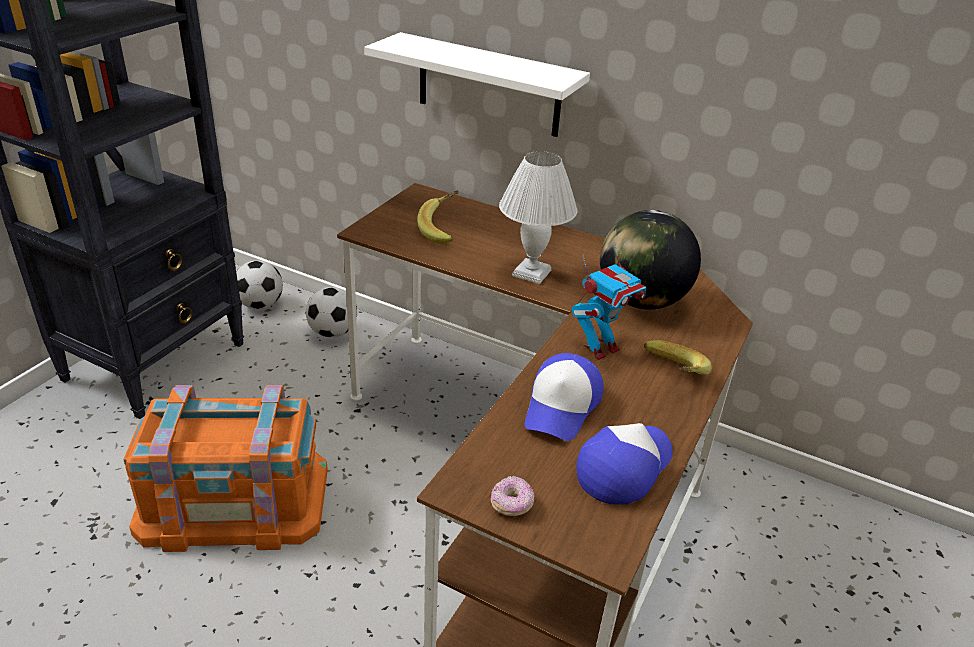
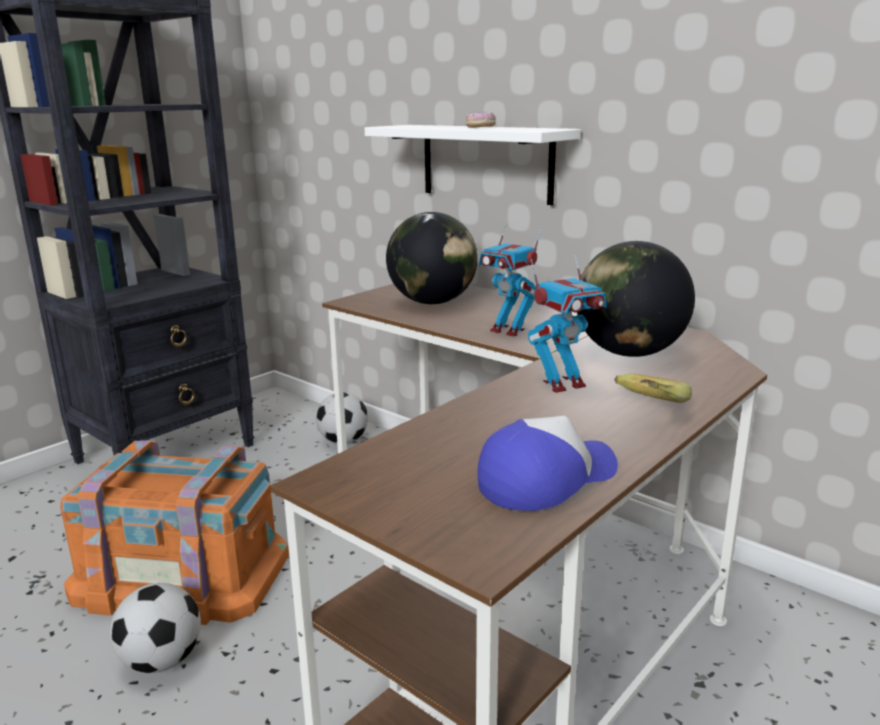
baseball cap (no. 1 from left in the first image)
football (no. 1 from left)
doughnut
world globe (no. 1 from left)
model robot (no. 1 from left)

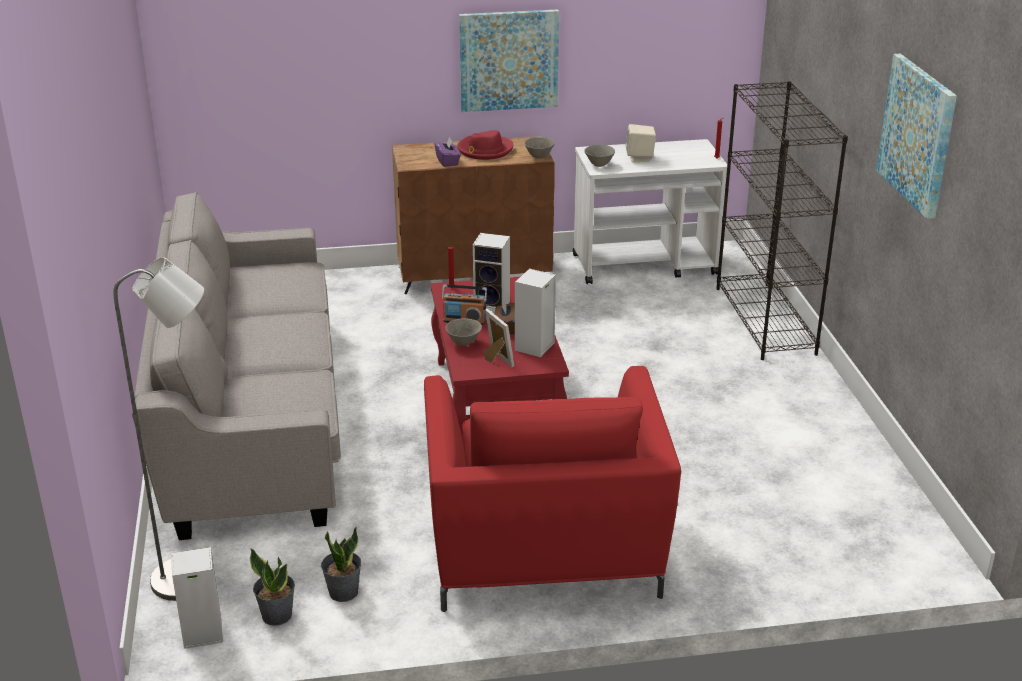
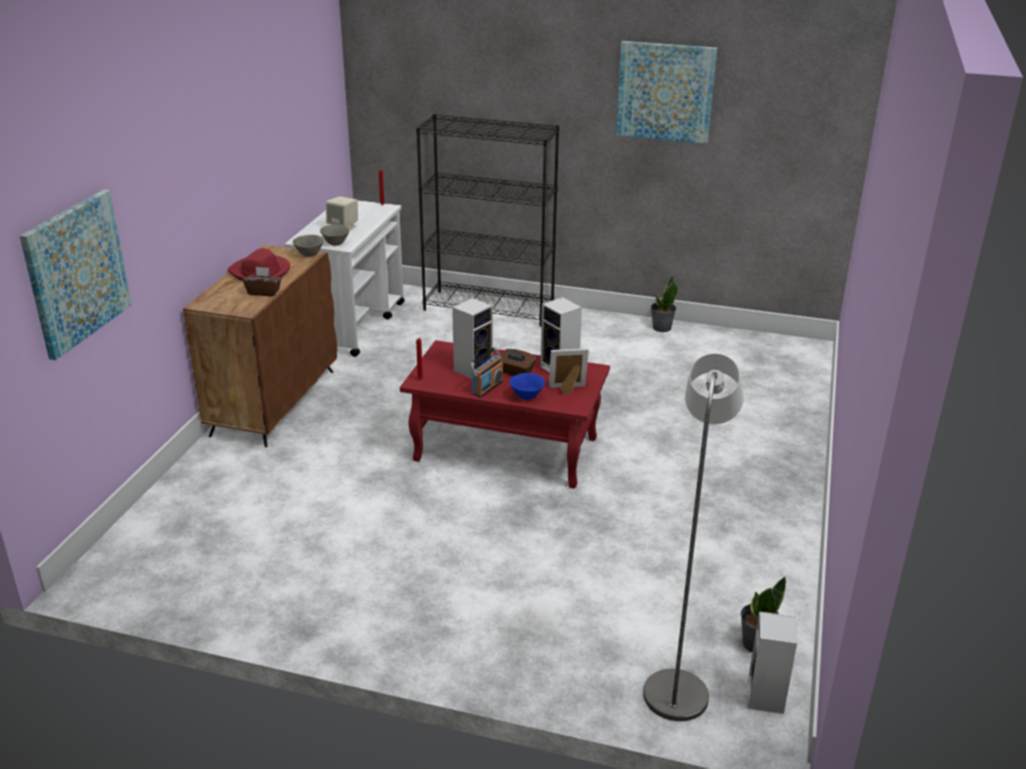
greyish settee
reddish easy chair
houseplant (no. 1 from left)
wall picture (no. 1 from left)
brown-coloured tissue holder (no. 1 from left)
blue-coloured bowl

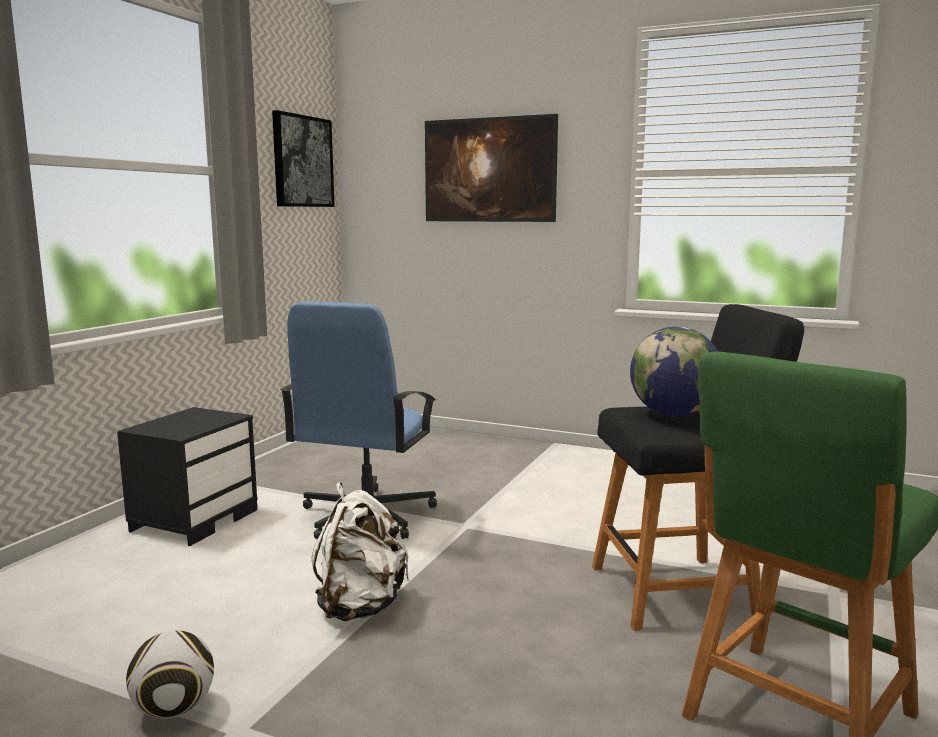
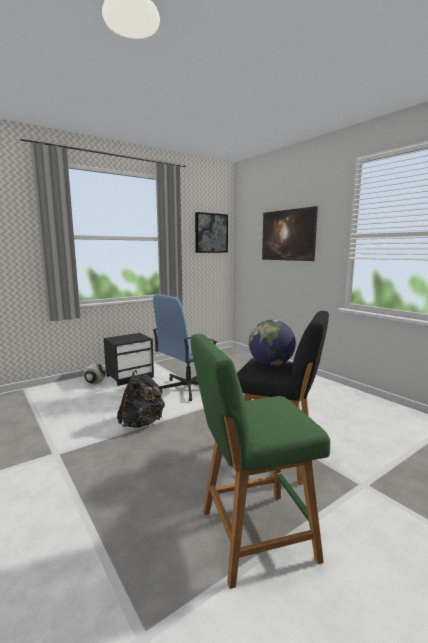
football
black knapsack

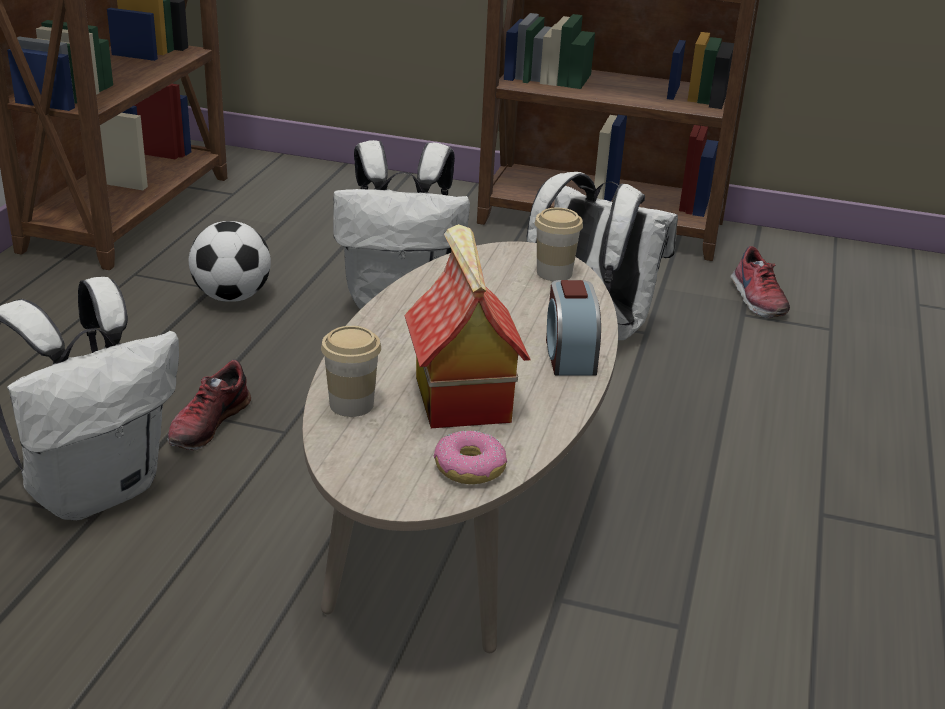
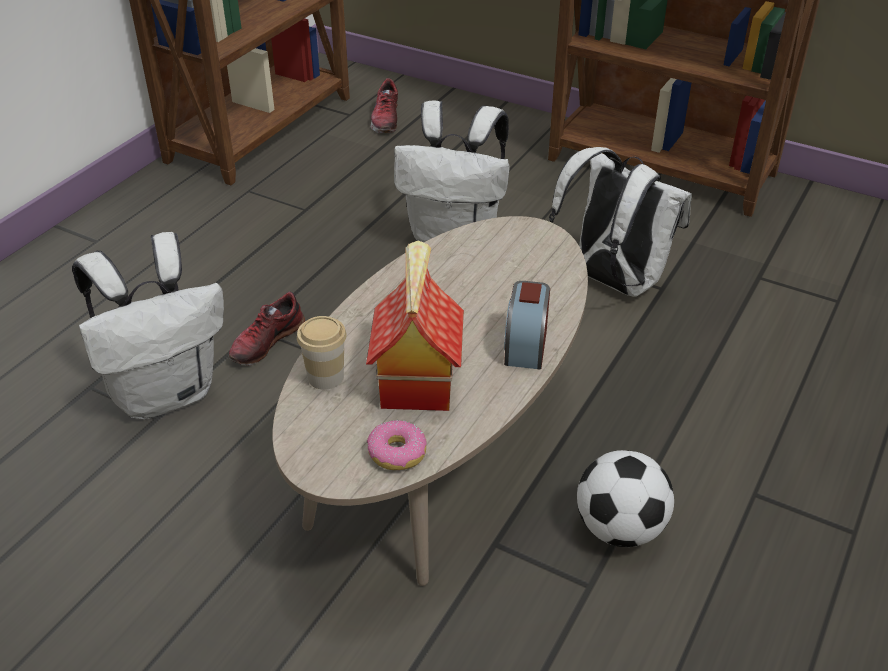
drinking cup (no. 2 from left in the first image)
football
shoe (no. 2 from left)

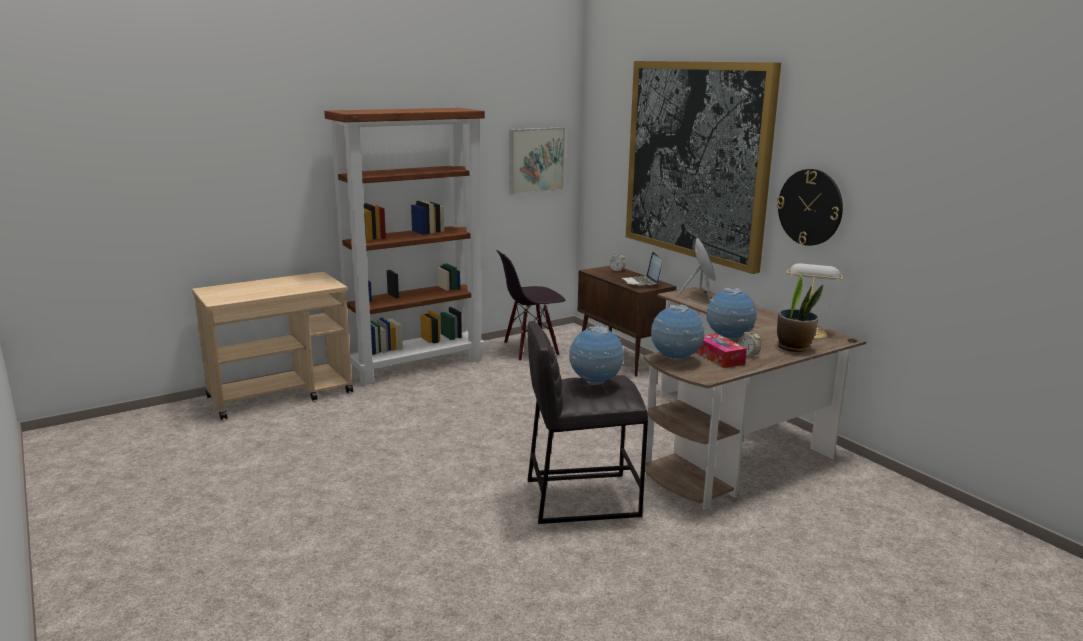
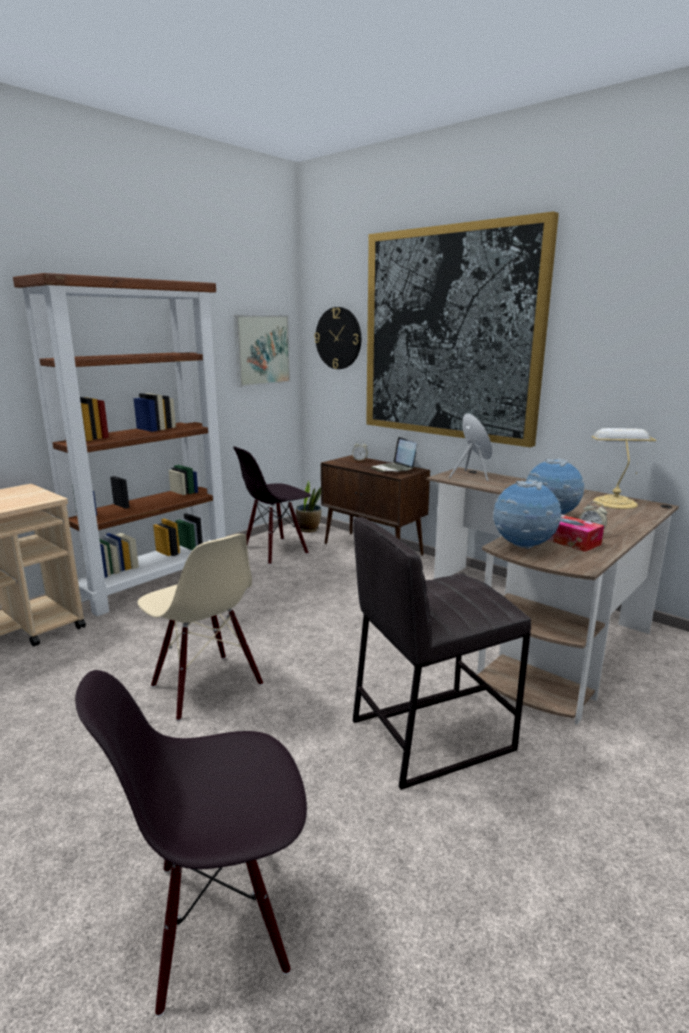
world globe (no. 1 from left in the first image)
black upright chair (no. 1 from left)
sand-coloured upright chair
clock on the wall
houseplant

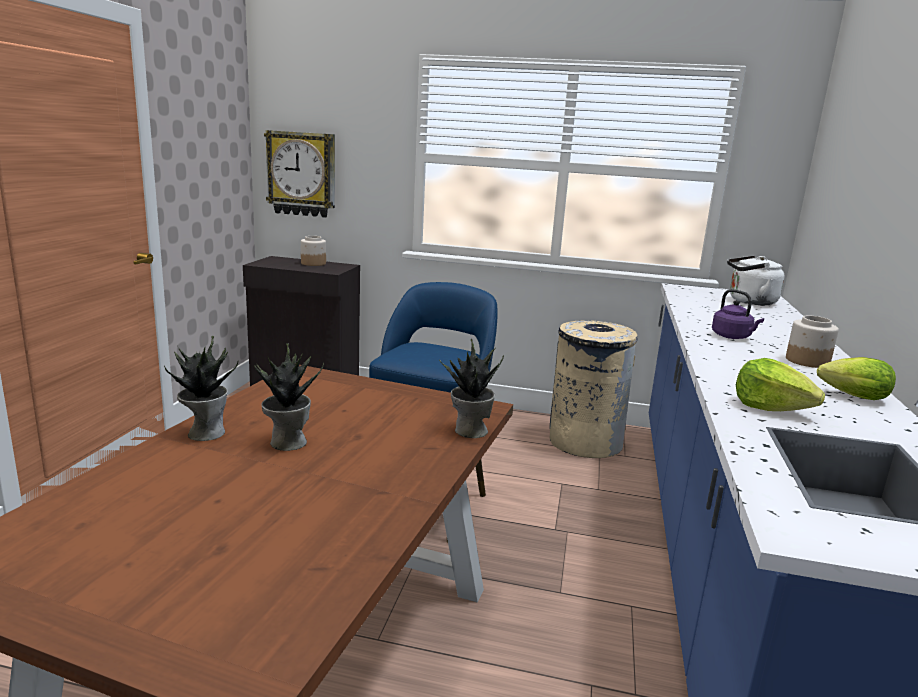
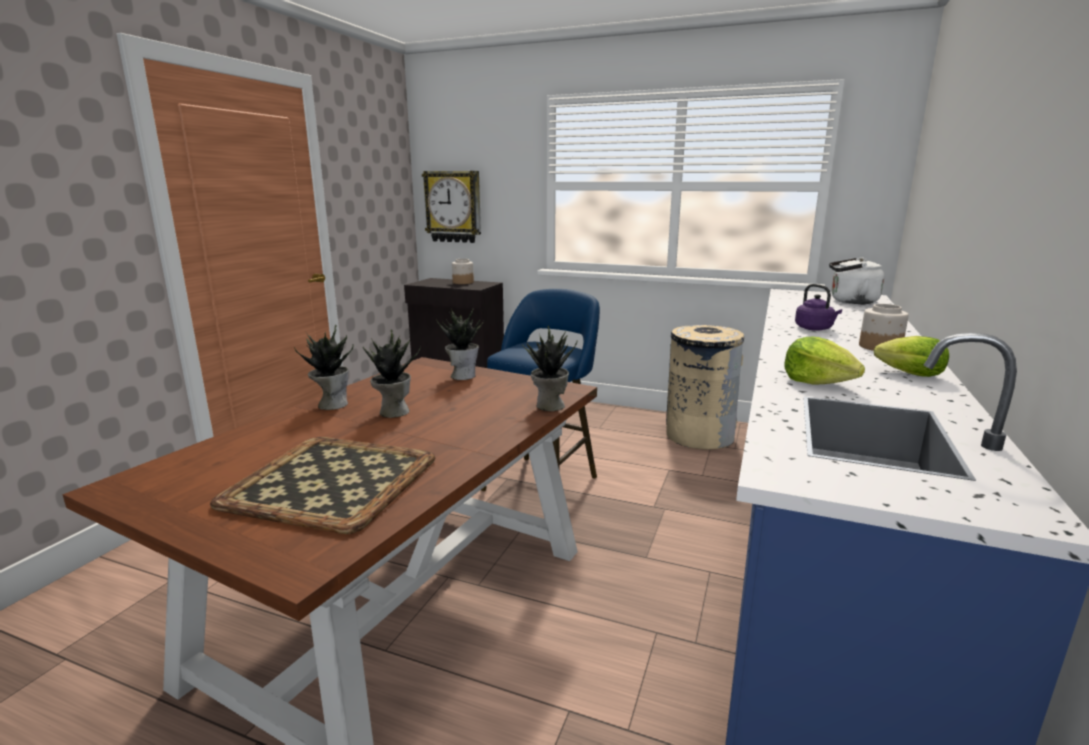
tray
houseplant (no. 3 from left)

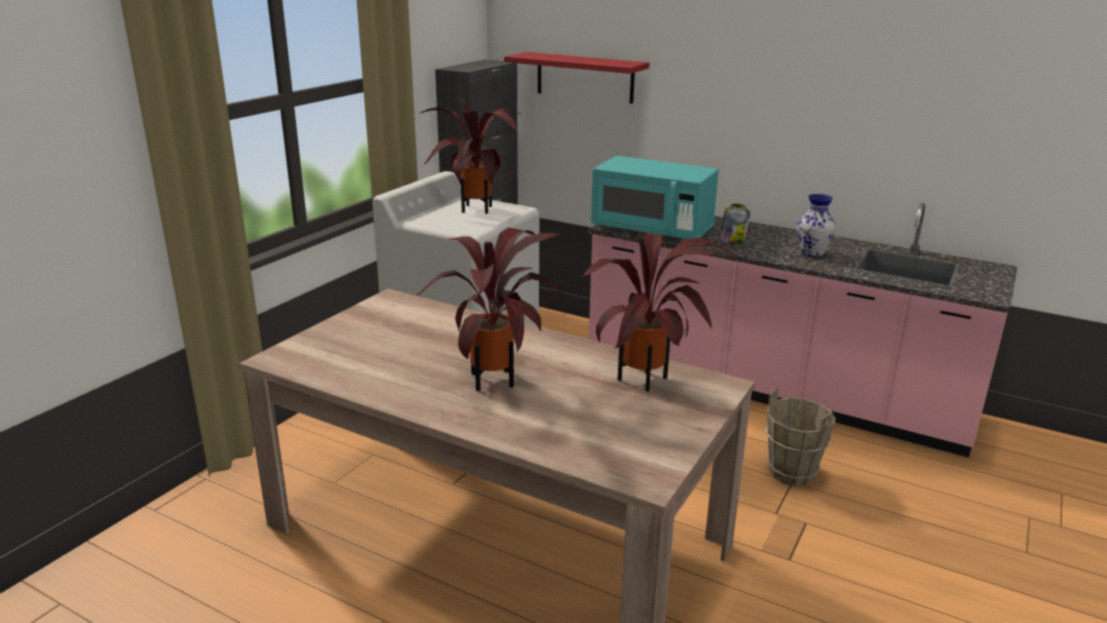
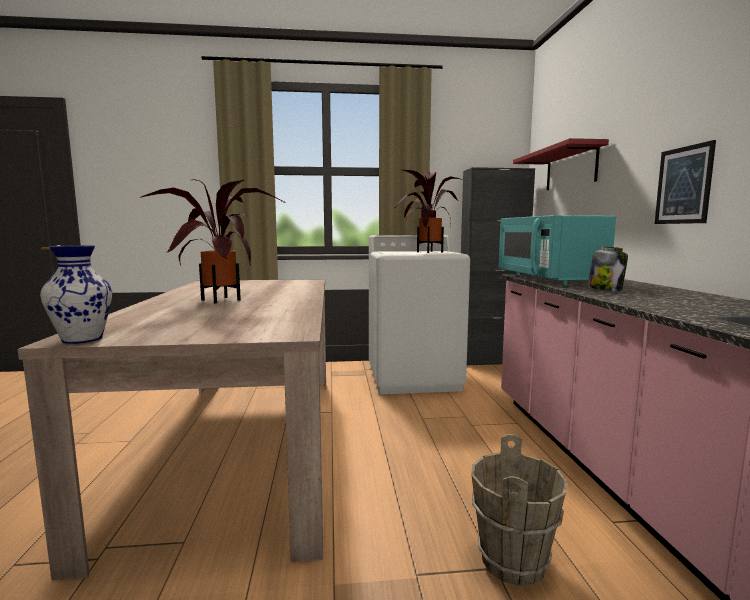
houseplant (no. 3 from left in the first image)
wall picture
flower vase

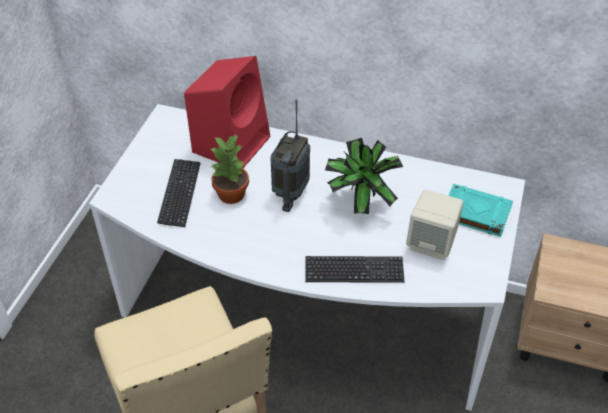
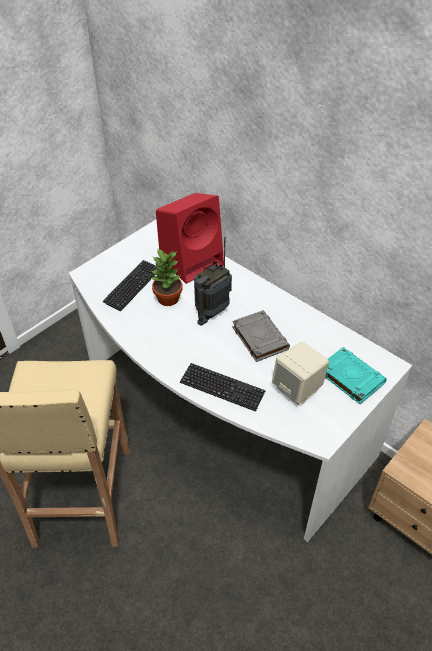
greyish book

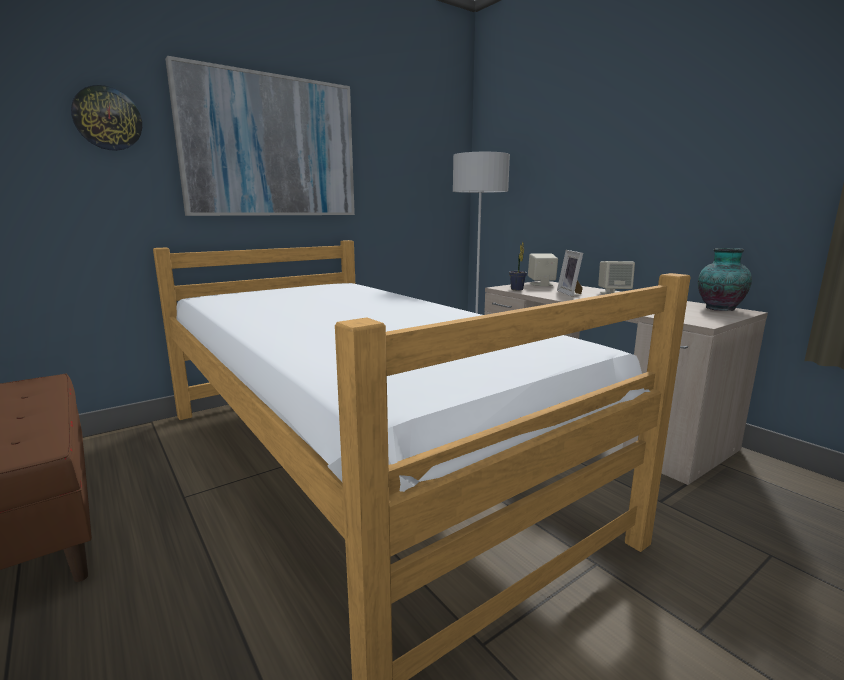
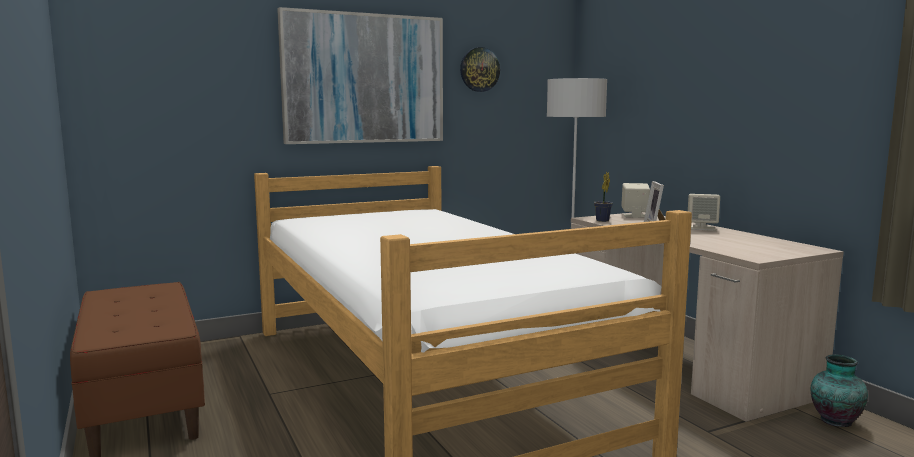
clock on the wall
flower vase

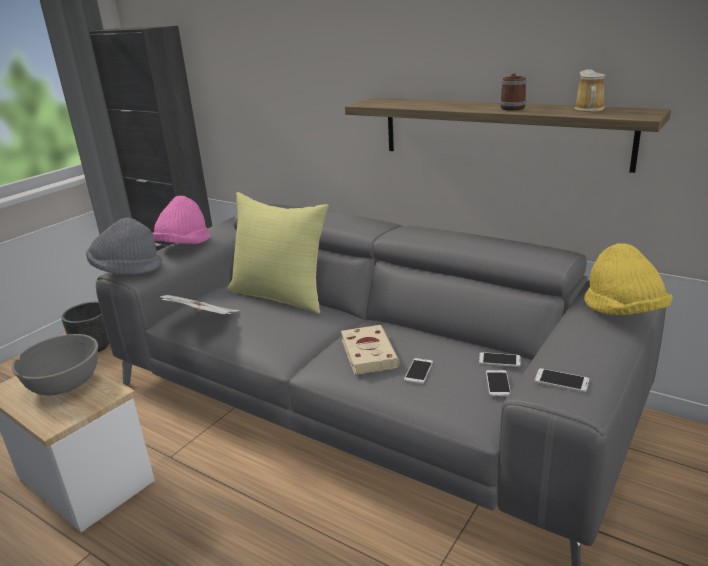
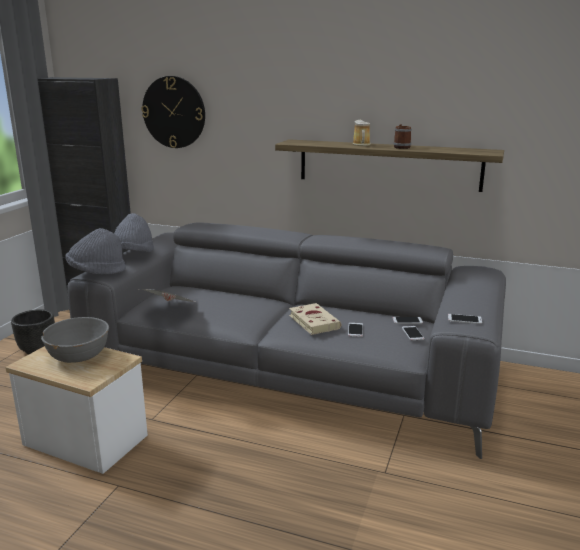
yellow throw pillow
yellow hat
clock on the wall
coffee mug (no. 1 from left)
greyish hat (no. 2 from left)

